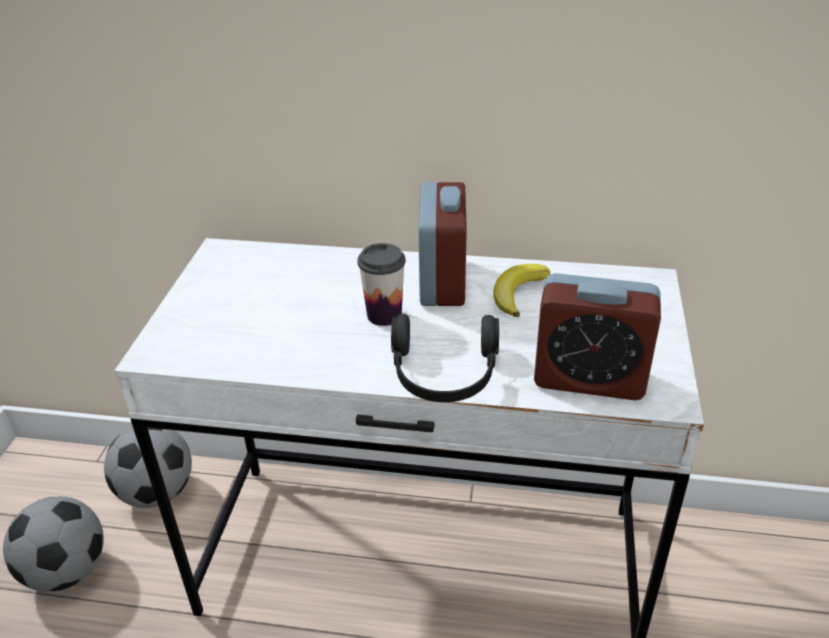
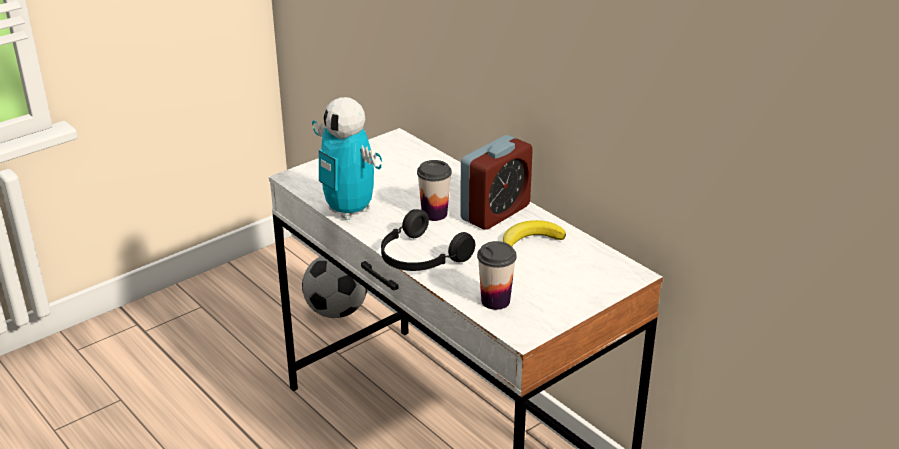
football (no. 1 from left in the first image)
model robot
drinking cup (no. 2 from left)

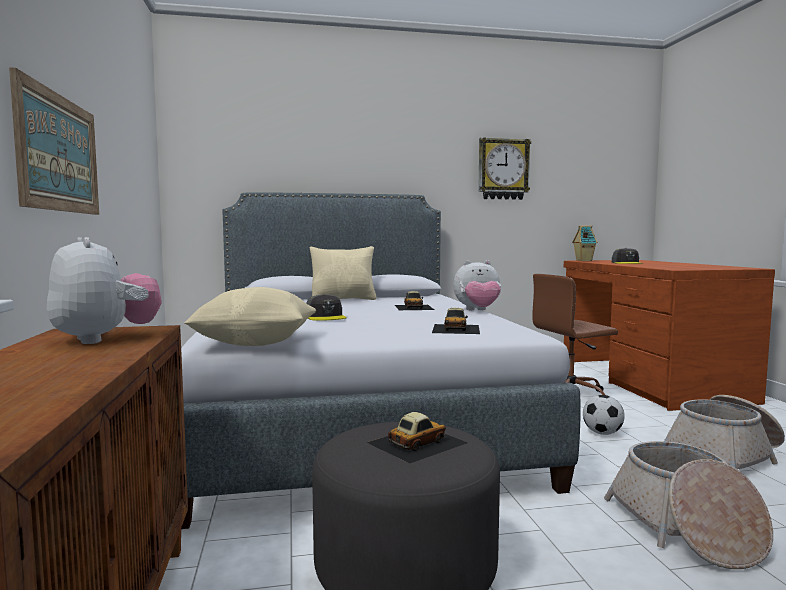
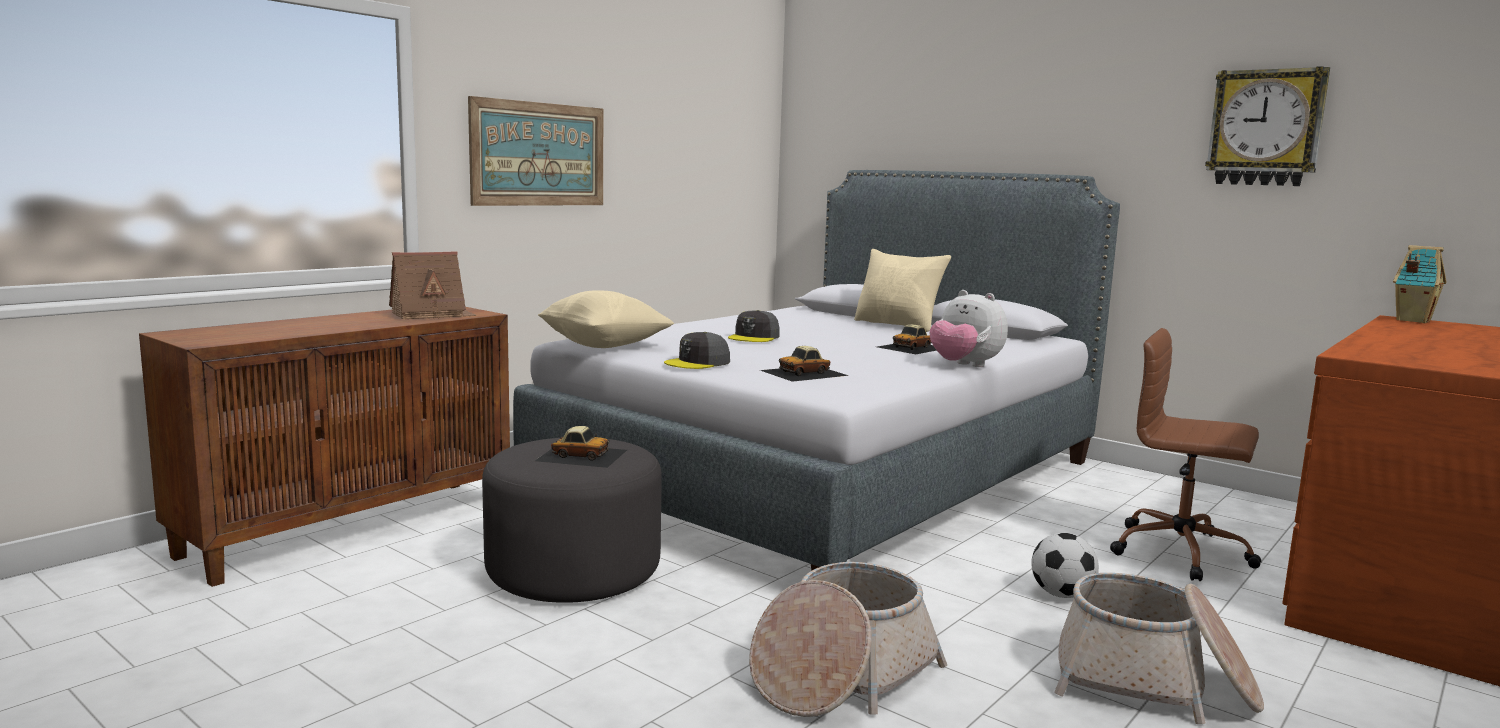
greyish baseball cap (no. 1 from left)
miniature house (no. 1 from left)

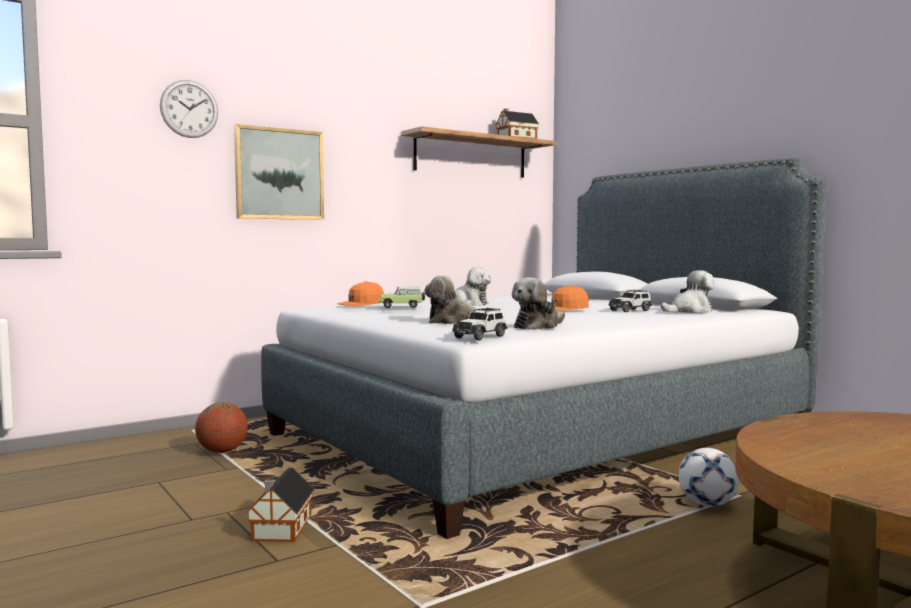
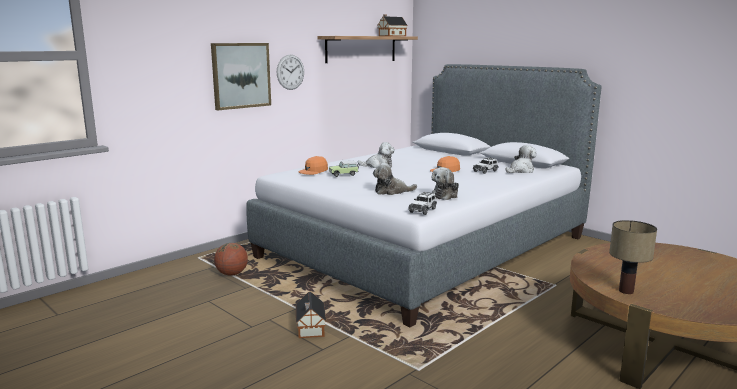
football
table lamp
clock on the wall

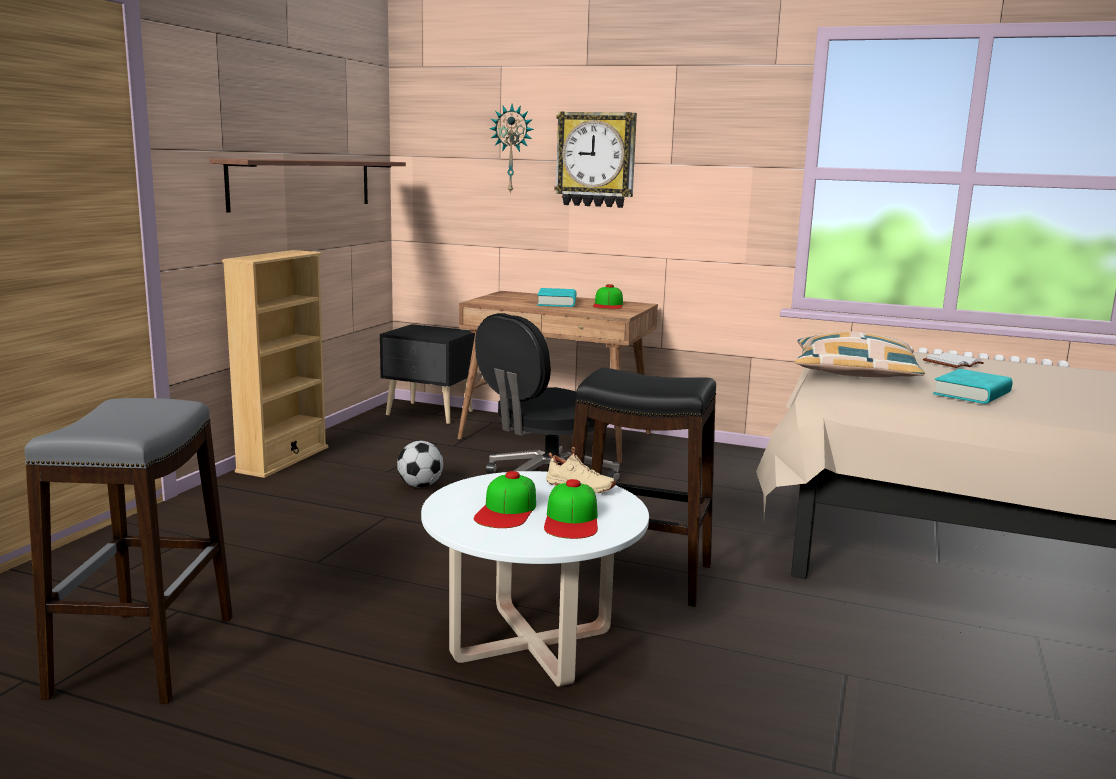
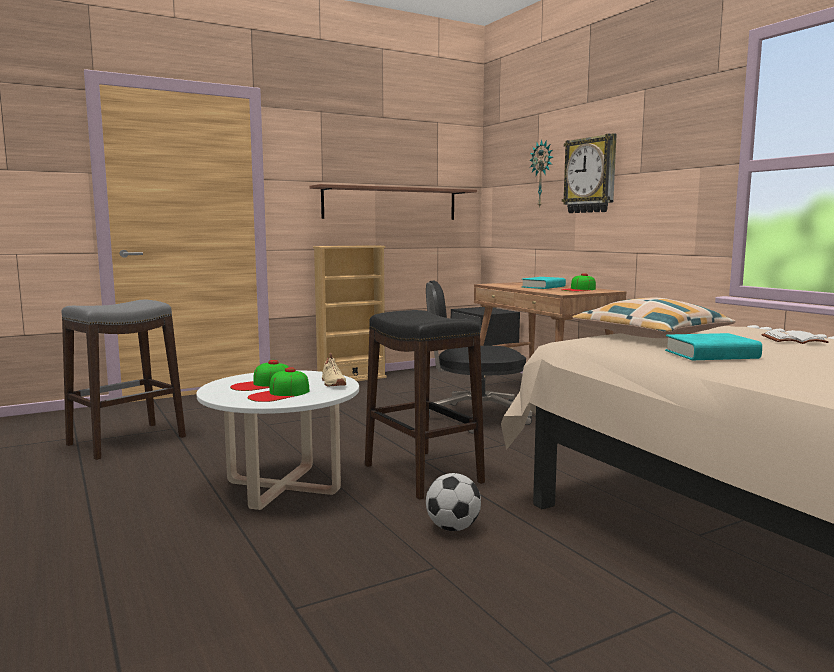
football

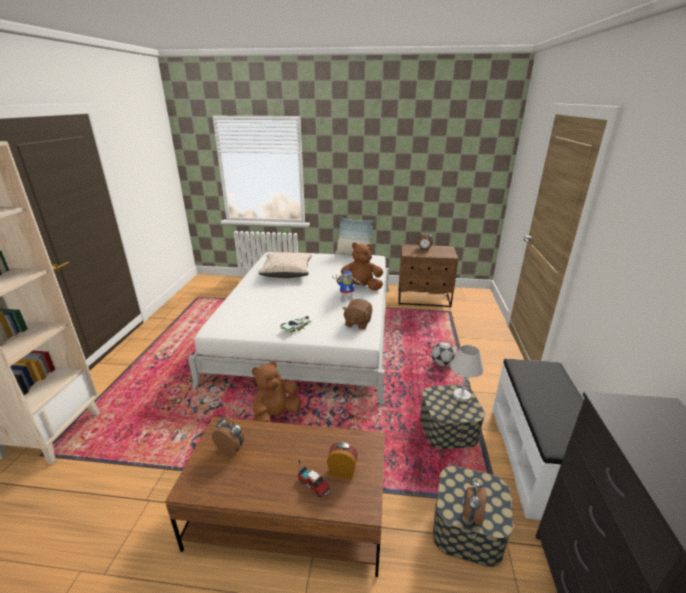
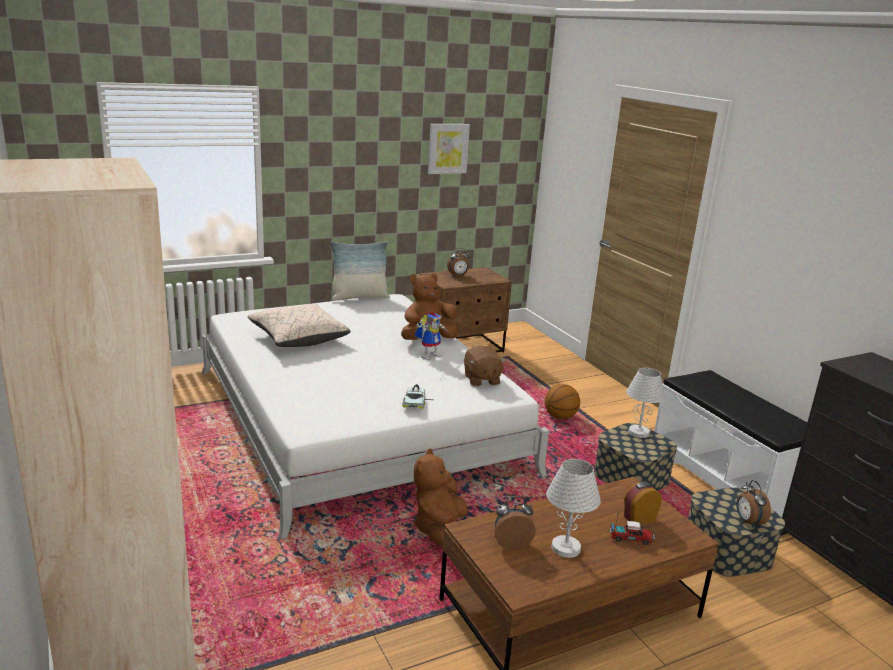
wall picture
white table lamp (no. 1 from left)
basketball ball

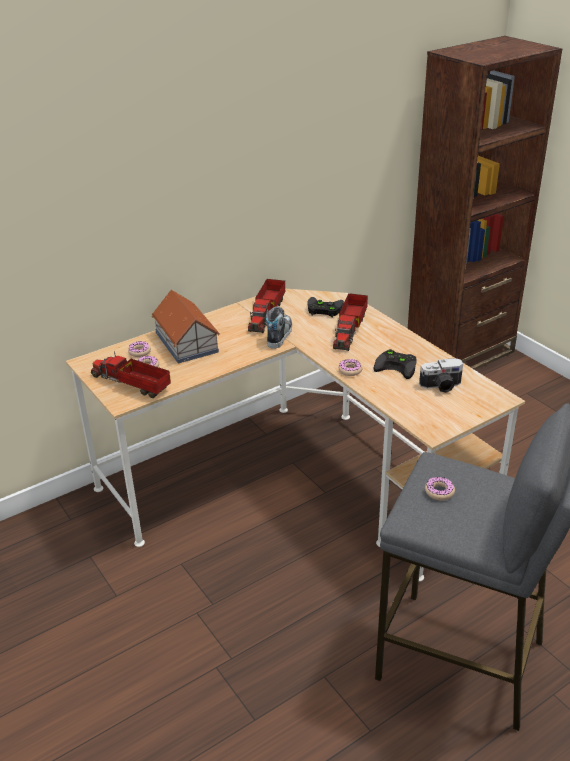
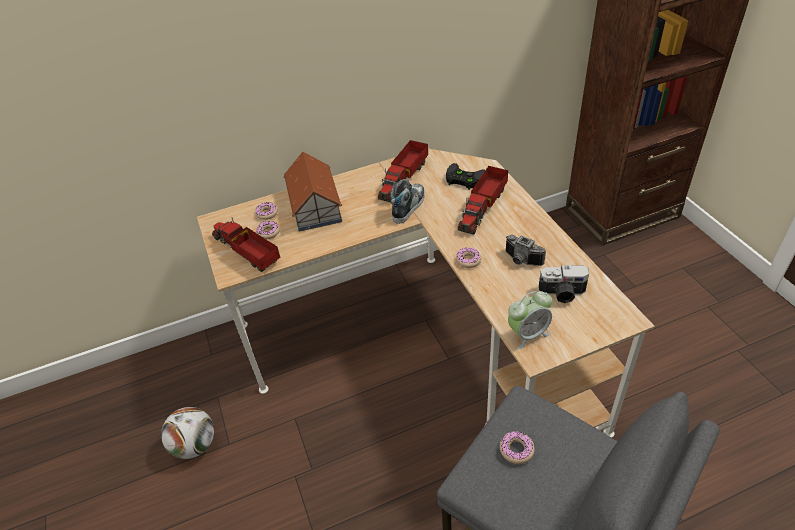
football
bedside clock
photo camera (no. 1 from left)

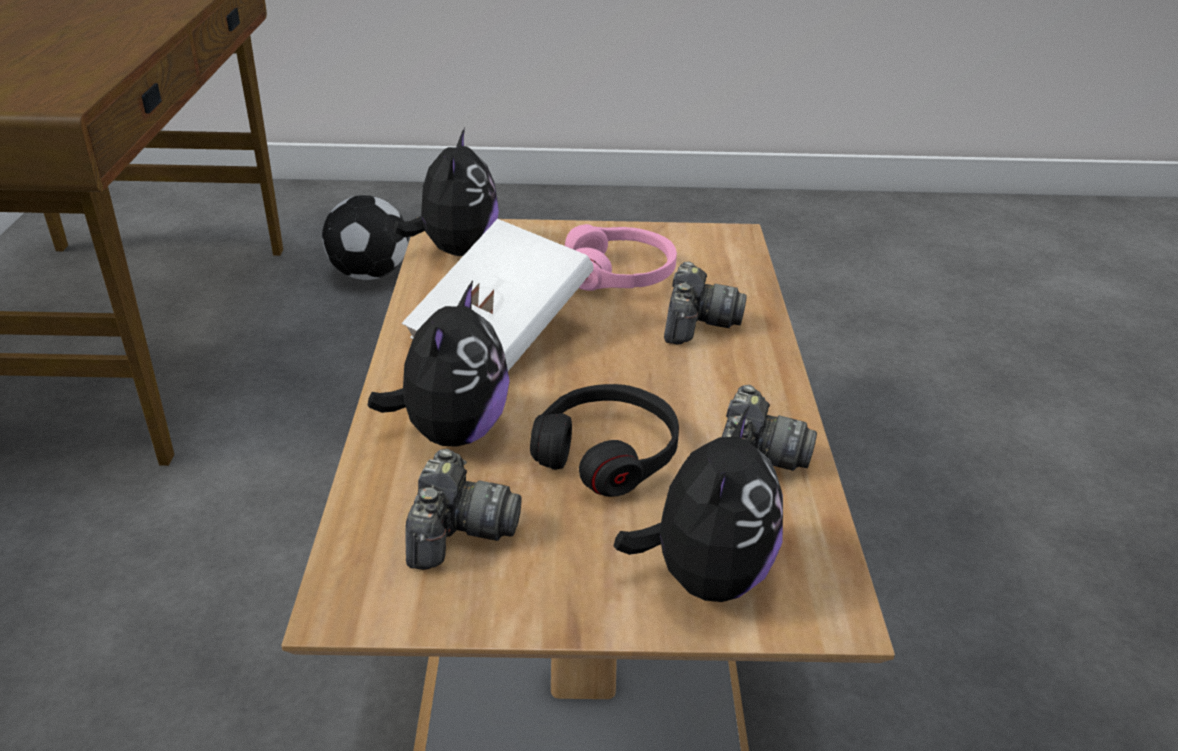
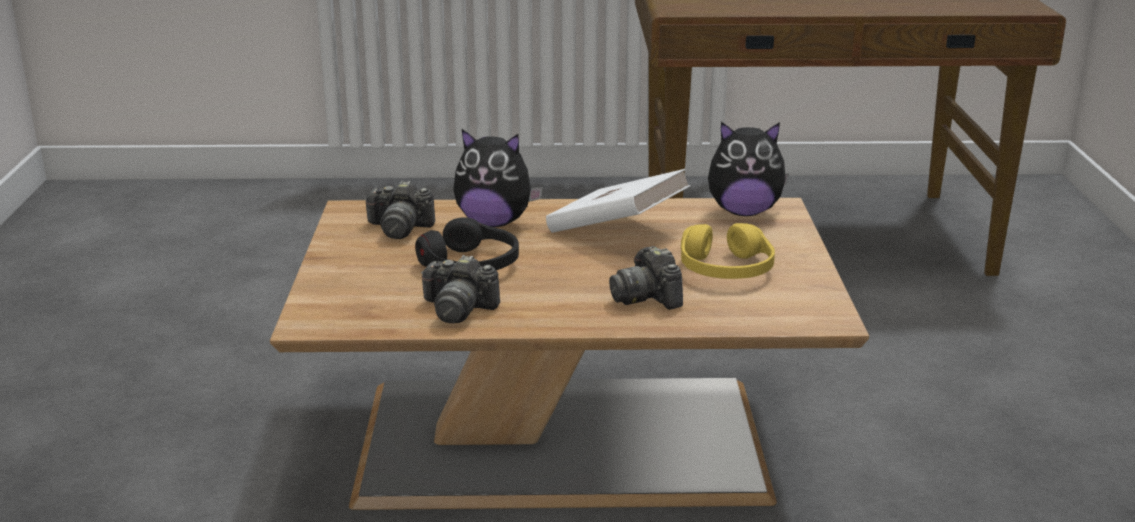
football
cuddly toy (no. 3 from left in the first image)
yellow pair of headphones
photo camera (no. 3 from left)

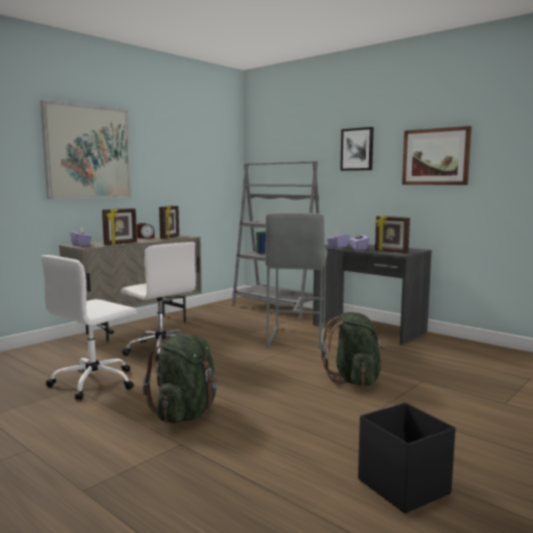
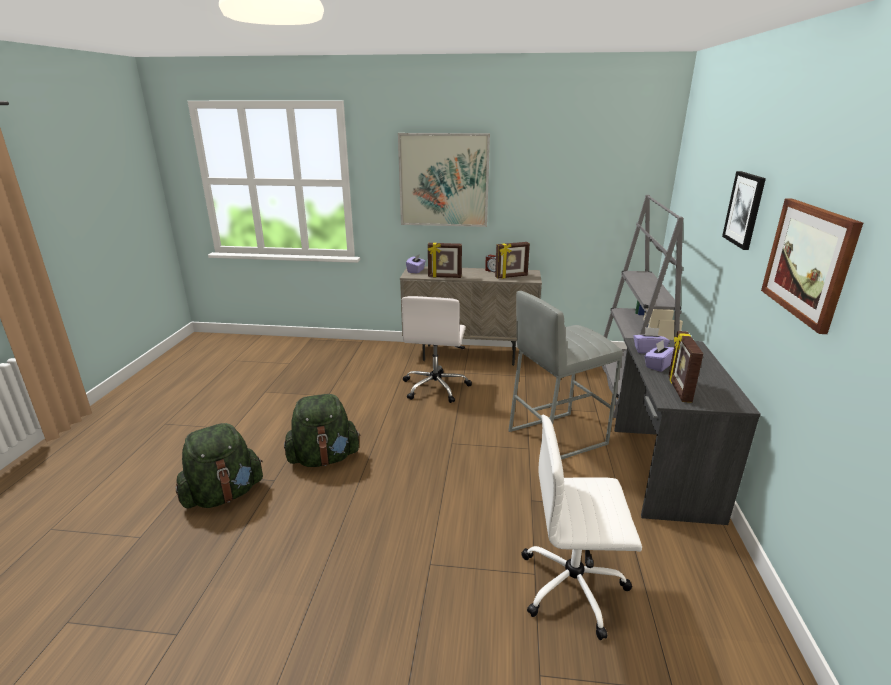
black storage box
white computer chair (no. 2 from left)
green knapsack (no. 1 from left)

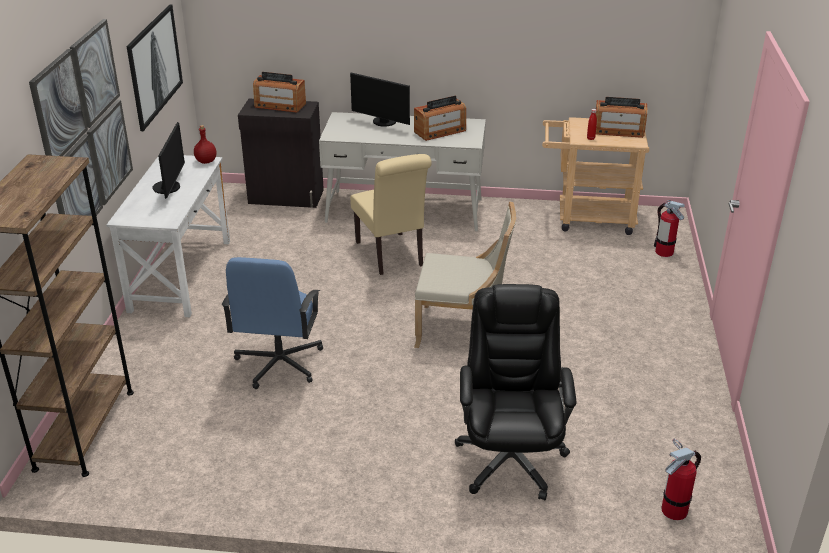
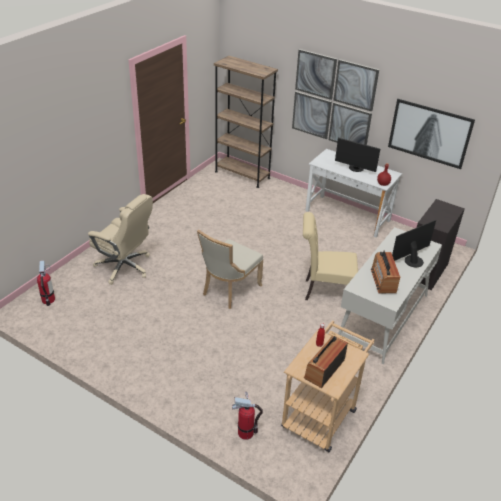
blue-coloured computer chair
radio receiver (no. 1 from left in the first image)
sand-coloured computer chair

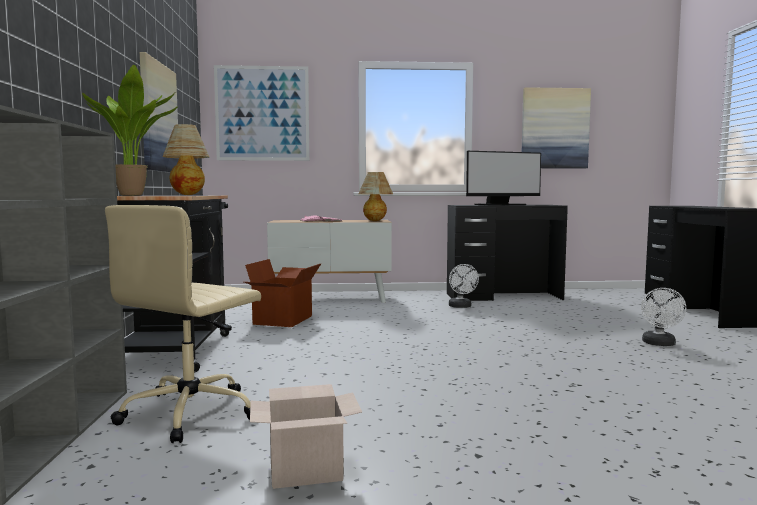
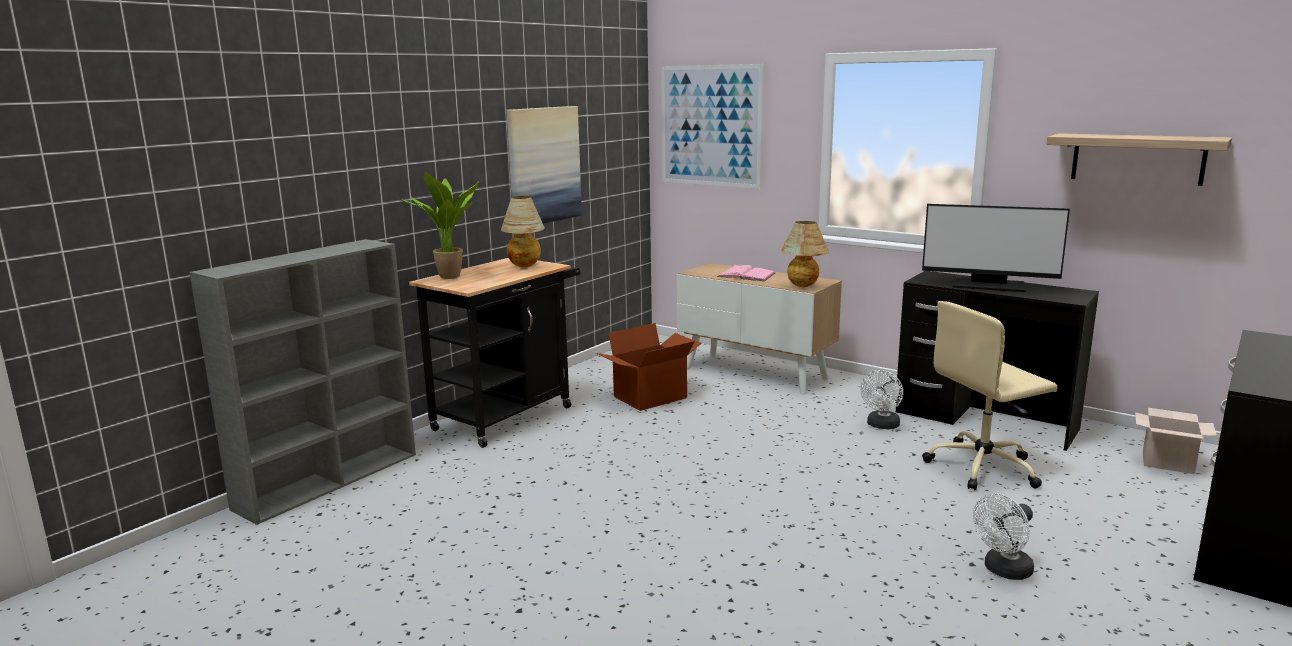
sand-coloured computer chair
cardboard box (no. 2 from left)
wall shelf

